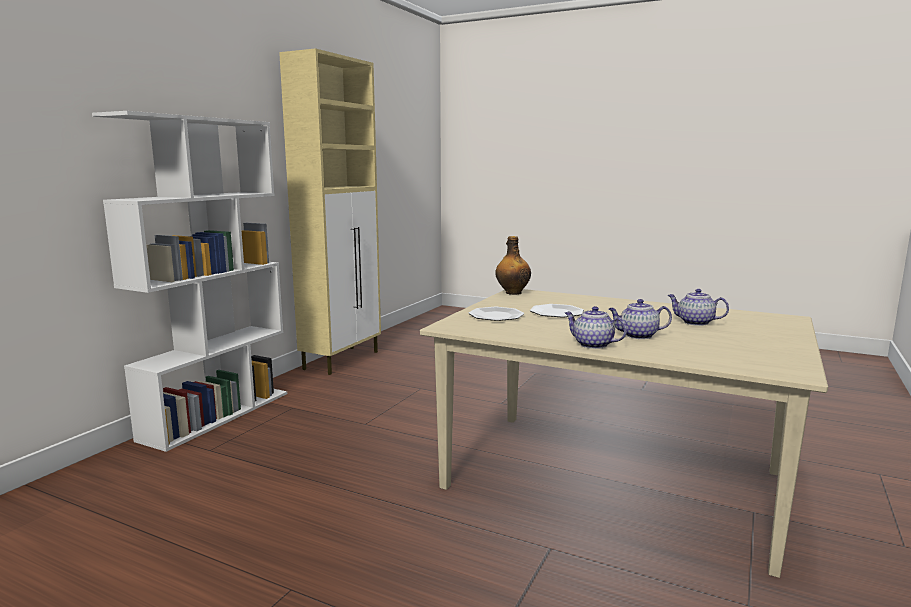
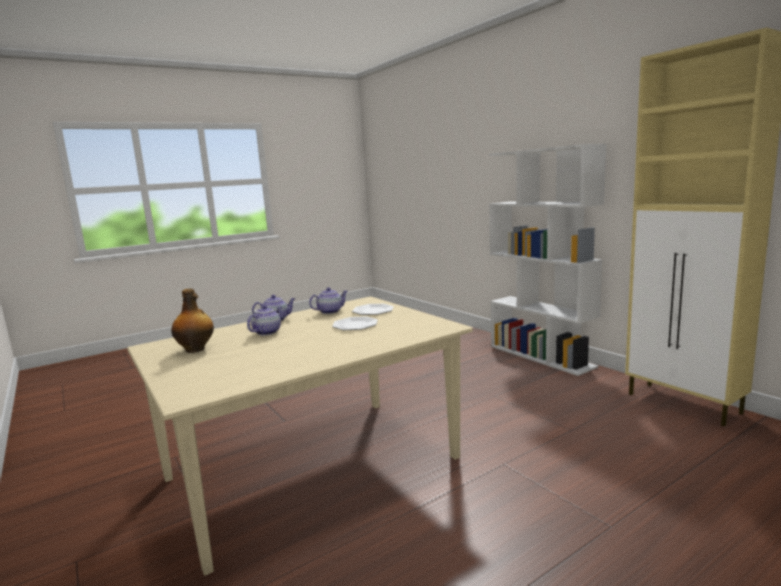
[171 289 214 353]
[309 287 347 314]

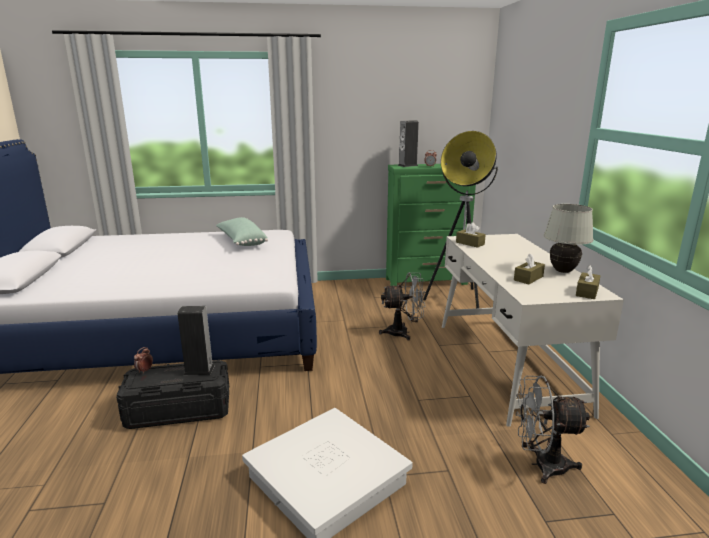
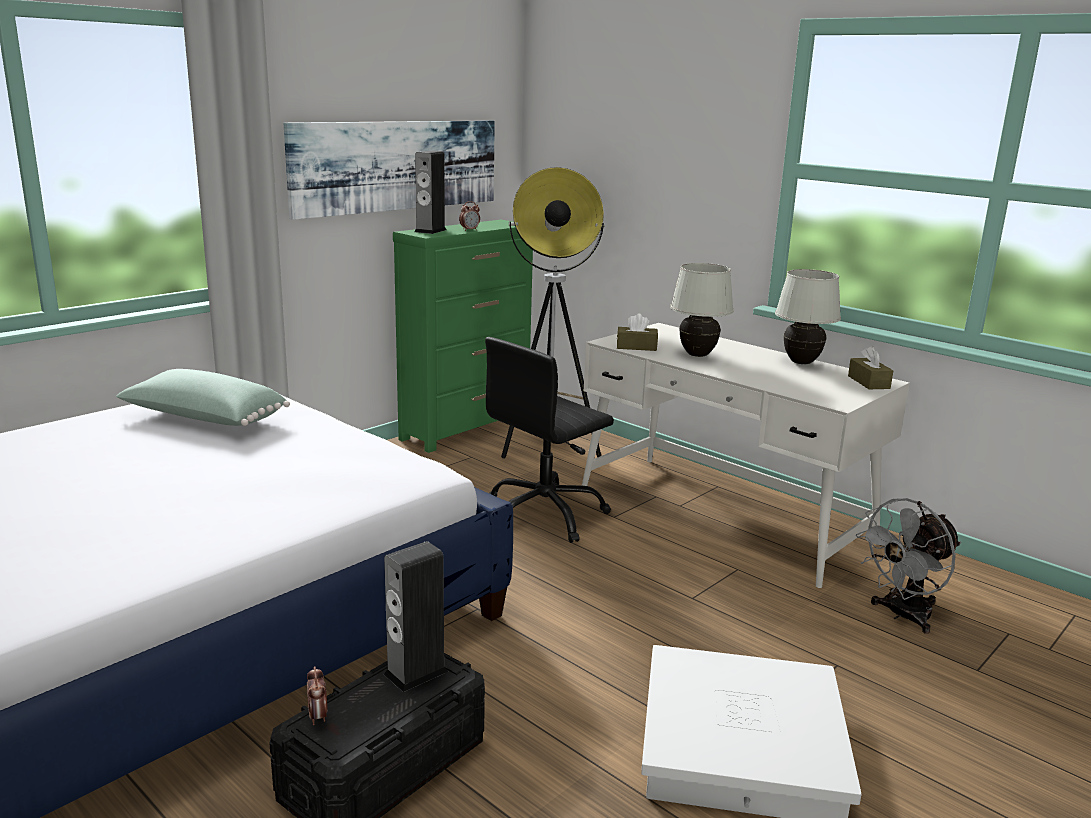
[514 253 545 284] (first image)
[485 337 614 543]
[283 120 495 220]
[670 263 734 357]

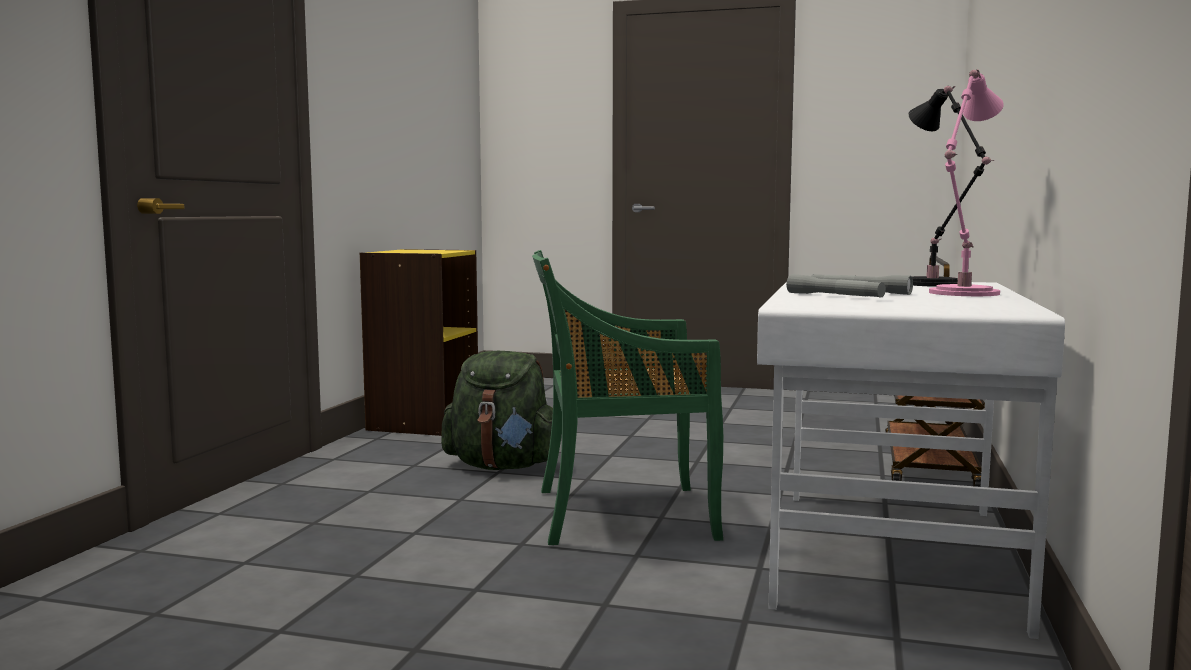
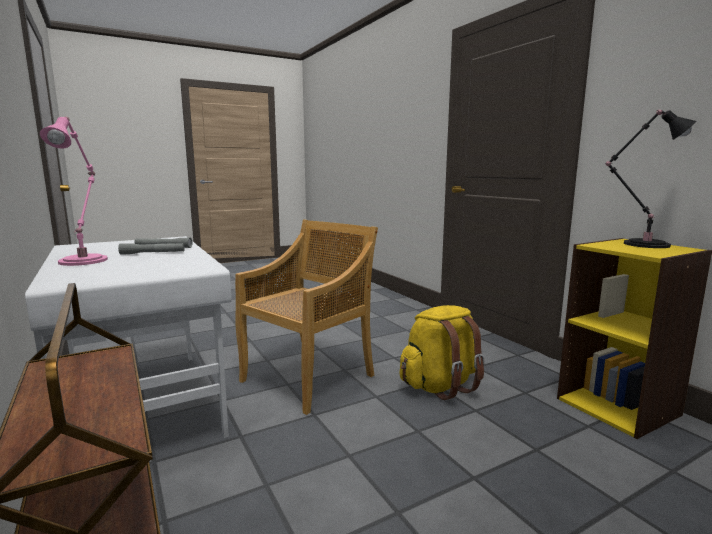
[605 110 697 248]
[235 219 378 415]
[399 305 485 400]

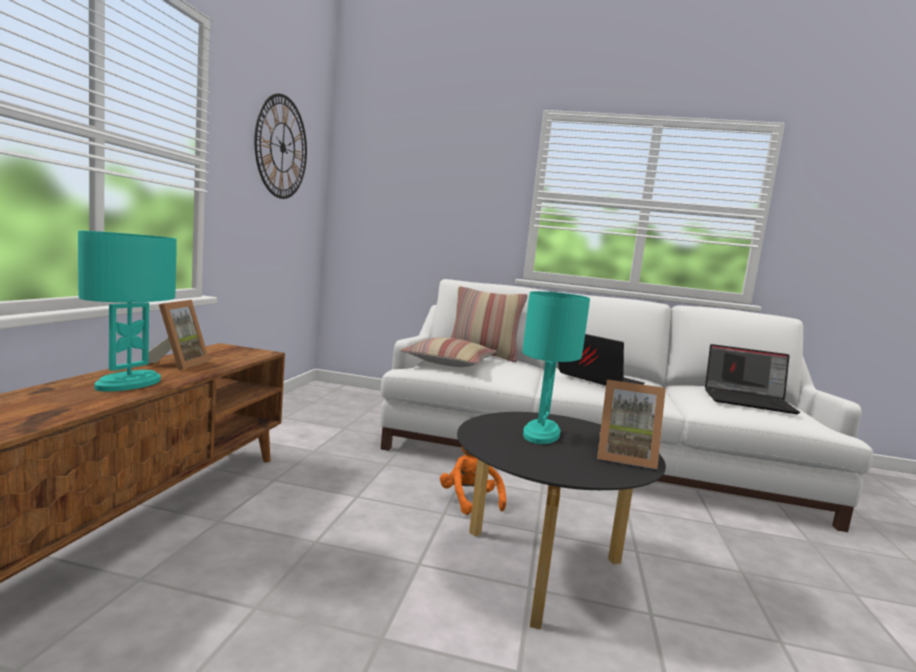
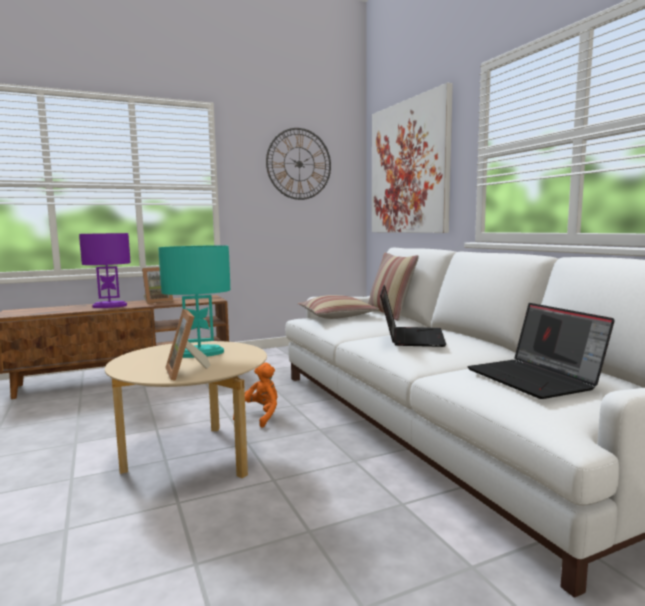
[79 233 130 308]
[105 341 267 478]
[372 83 453 233]

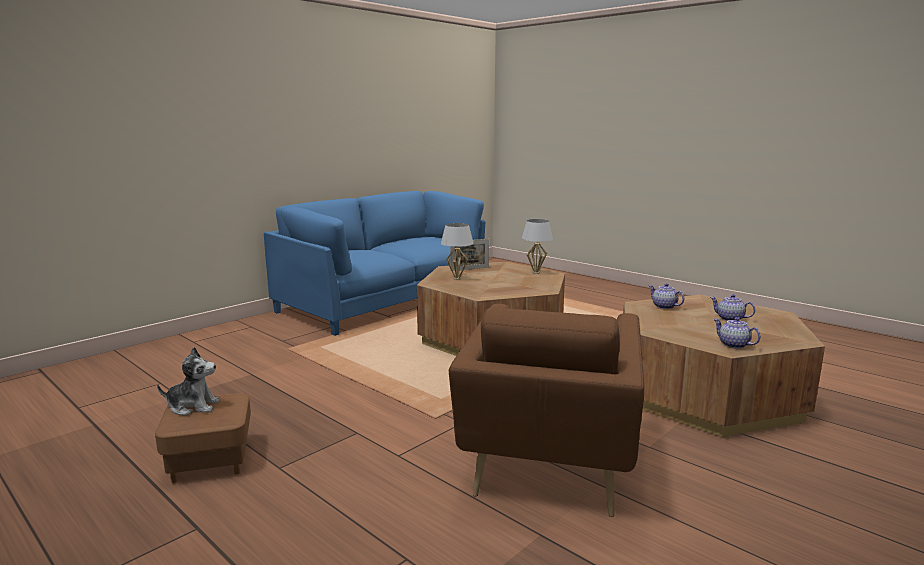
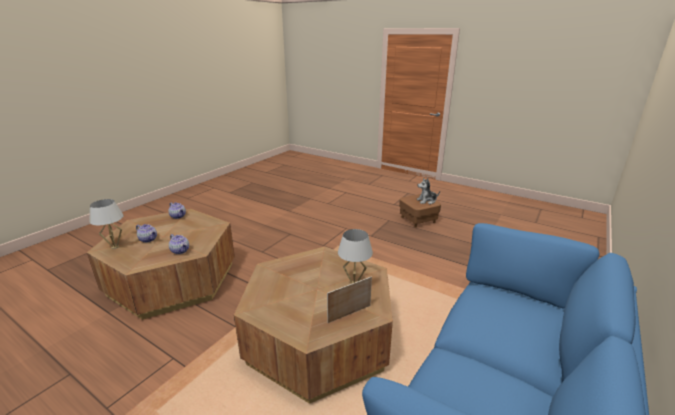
[90 199 124 249]
[449 304 644 517] (first image)

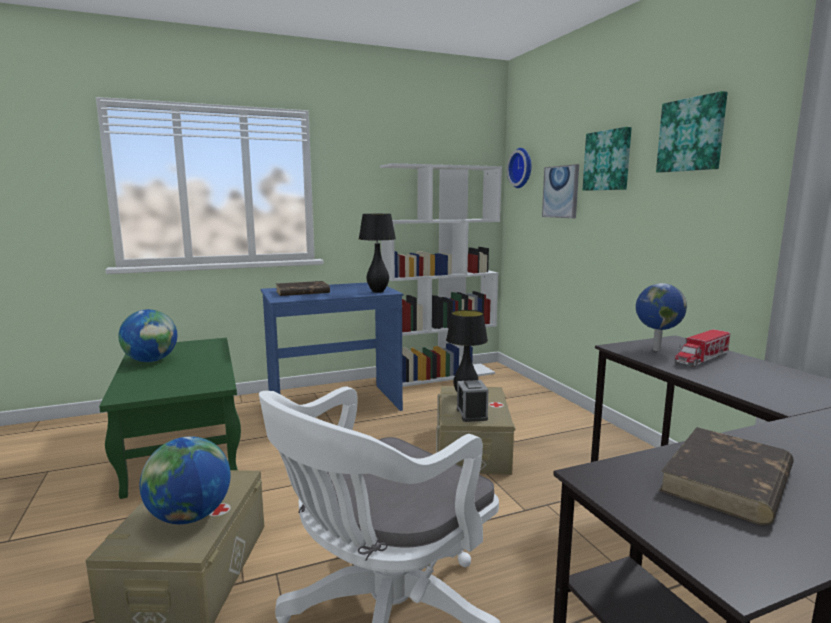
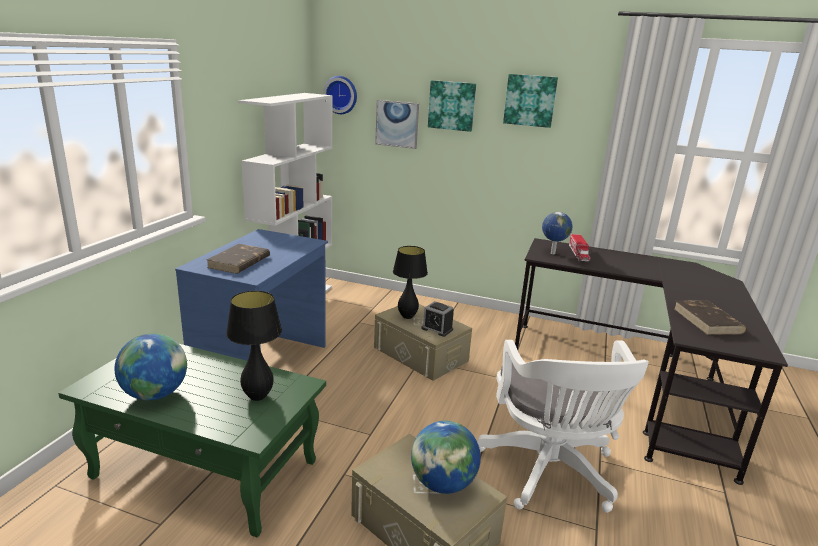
[226 291 282 401]

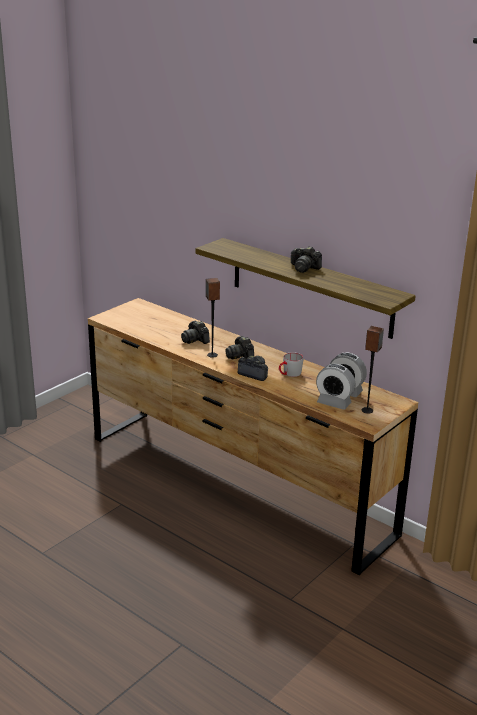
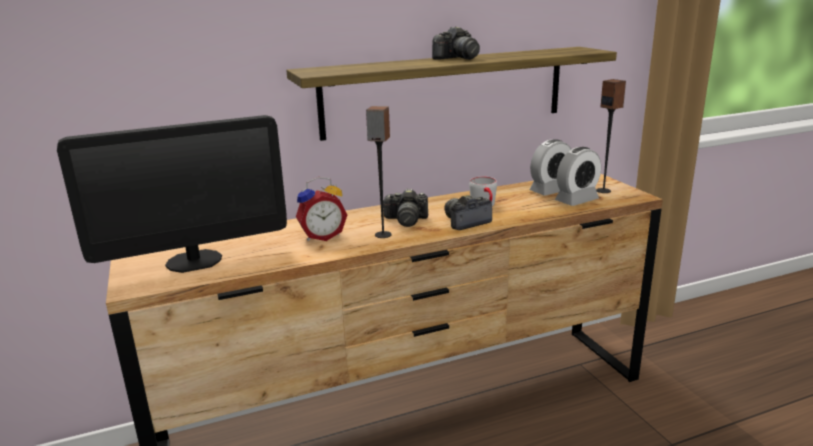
[296 177 347 241]
[57 115 287 273]

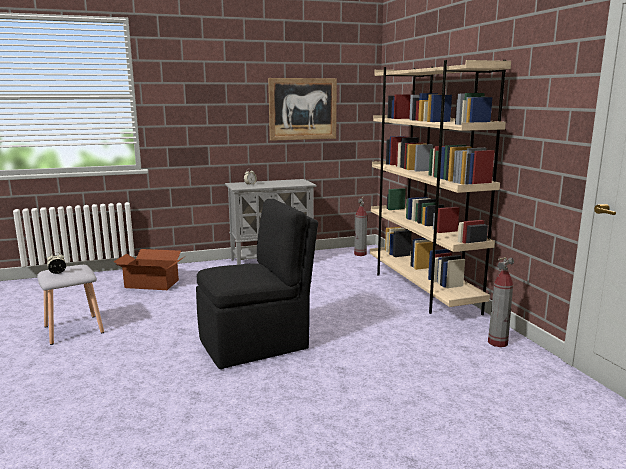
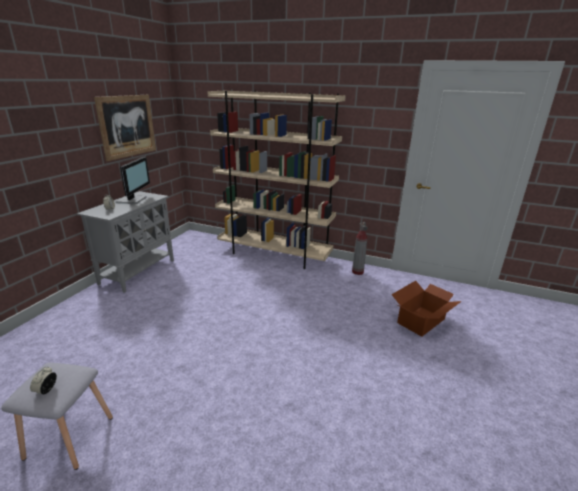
[354 197 367 256] (first image)
[196 199 318 369] (first image)
[391 281 462 337]
[115 157 150 204]

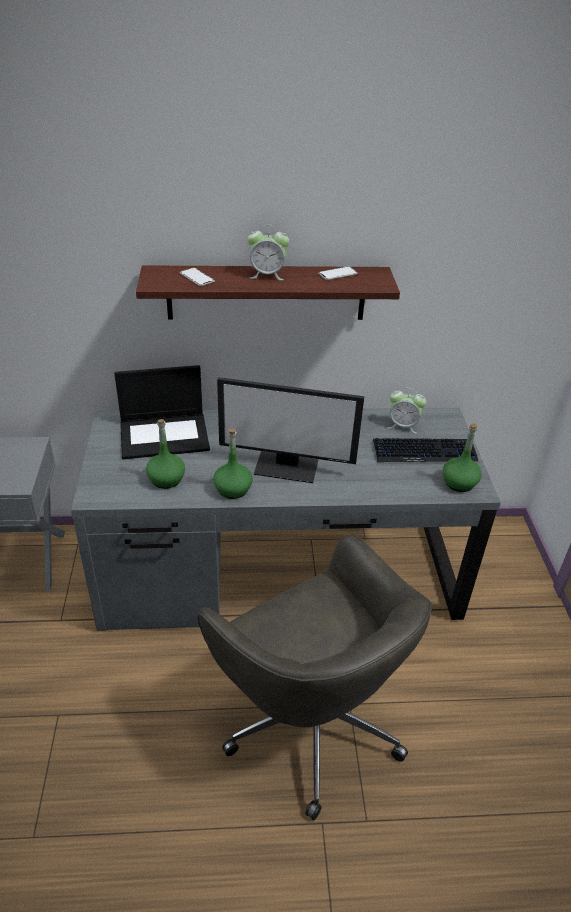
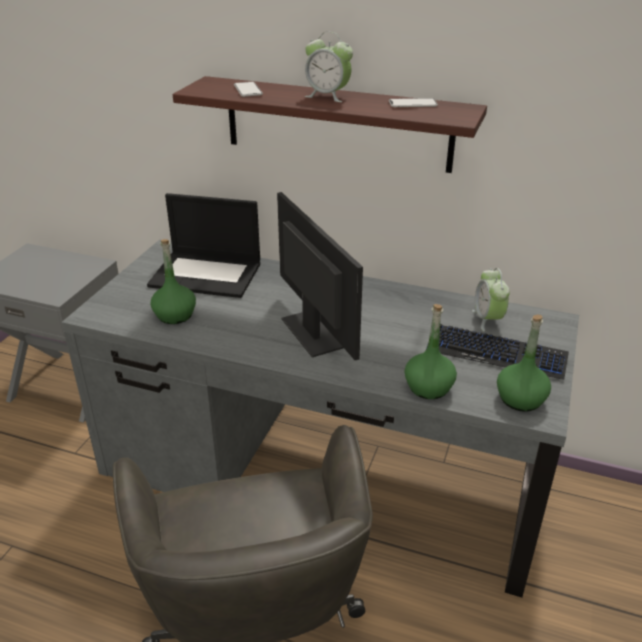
[277 192 363 360]
[472 268 510 331]
[404 304 457 399]

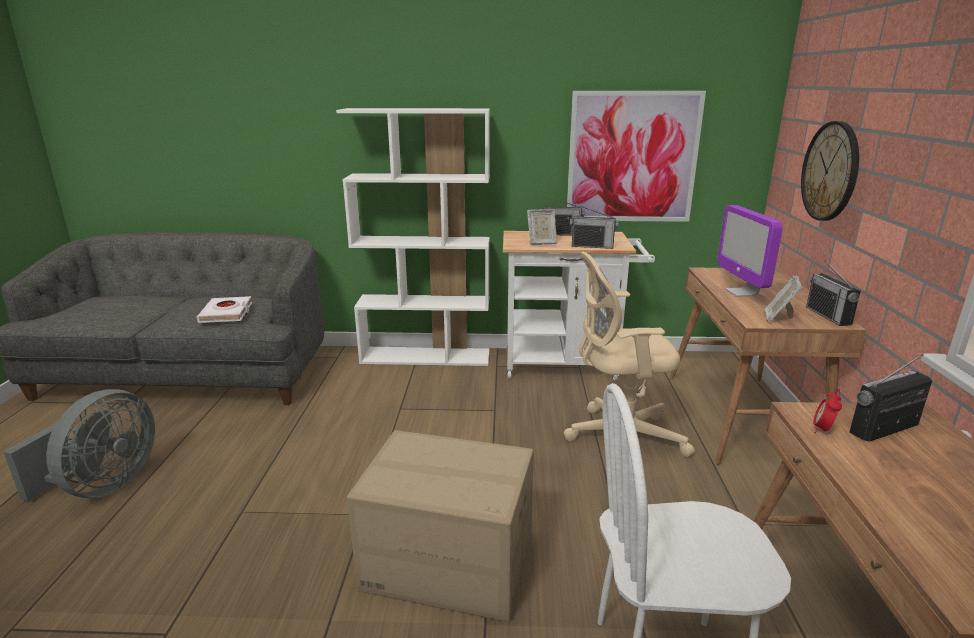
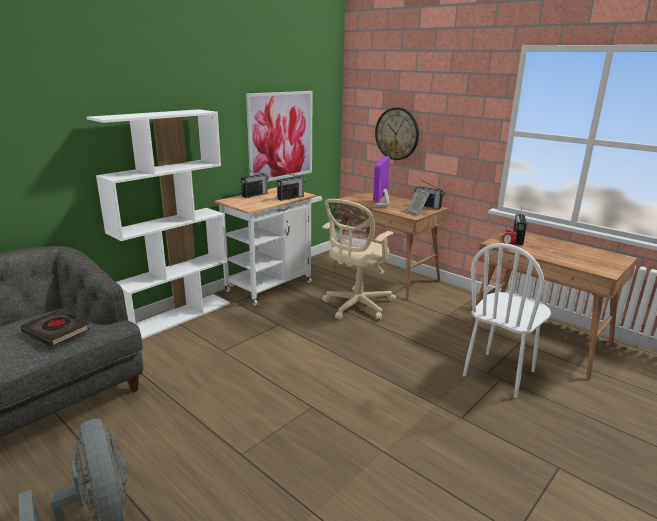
[373 157 390 208]
[527 209 557 245] (first image)
[21 310 90 347]
[347 430 534 622] (first image)

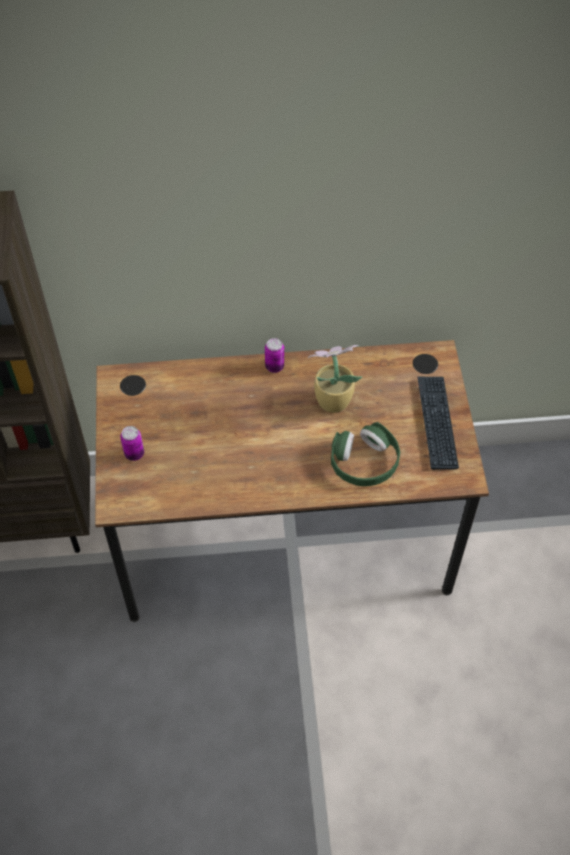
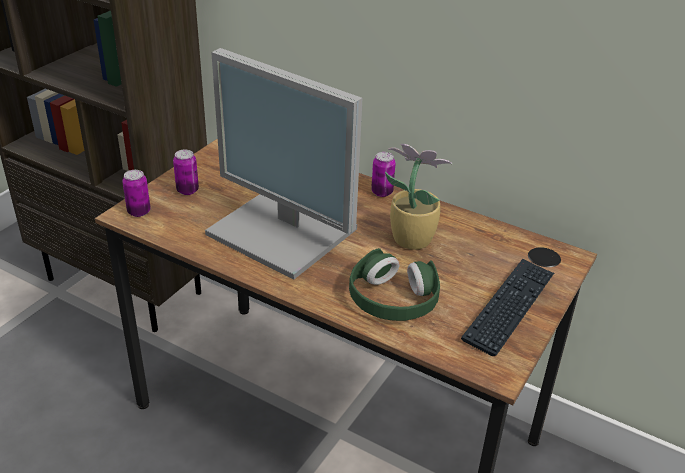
[205 48 362 280]
[122 170 151 217]

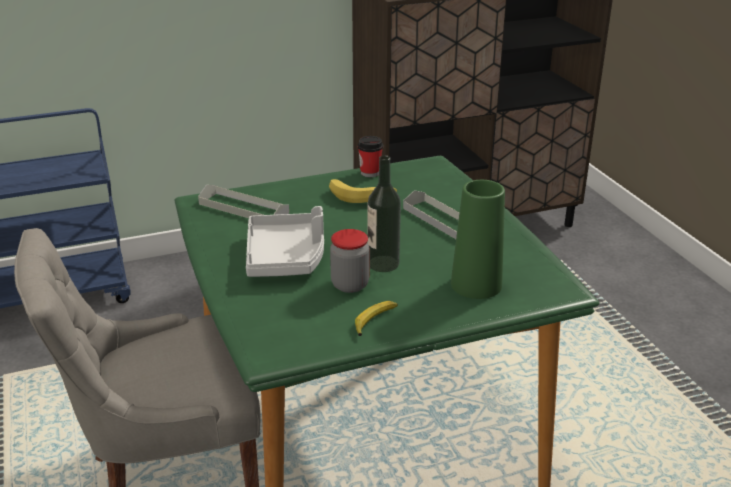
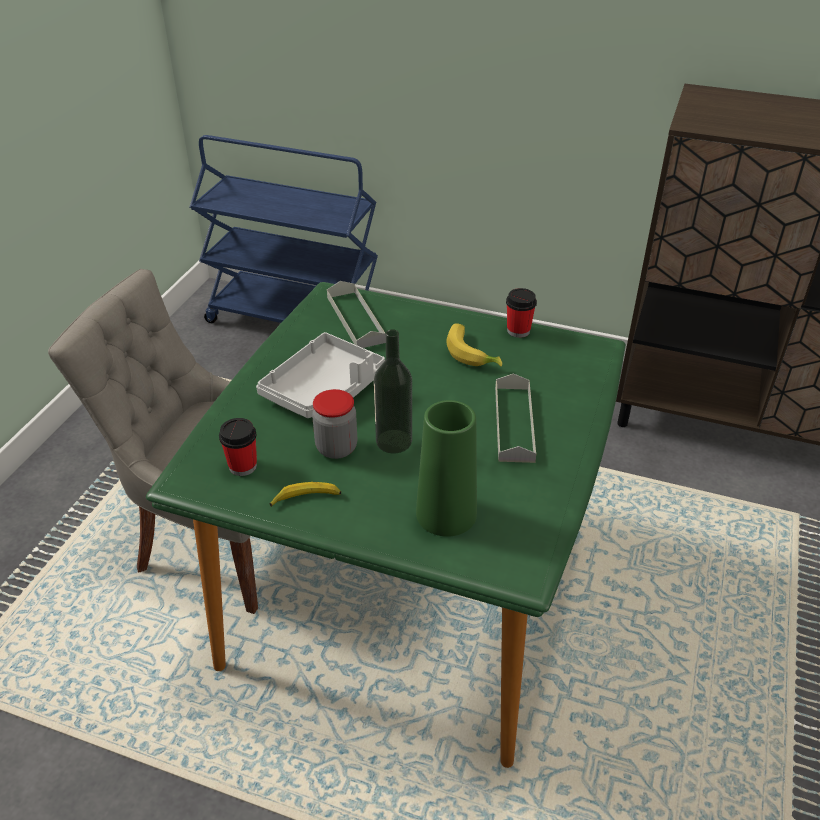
[219 418 257 476]

